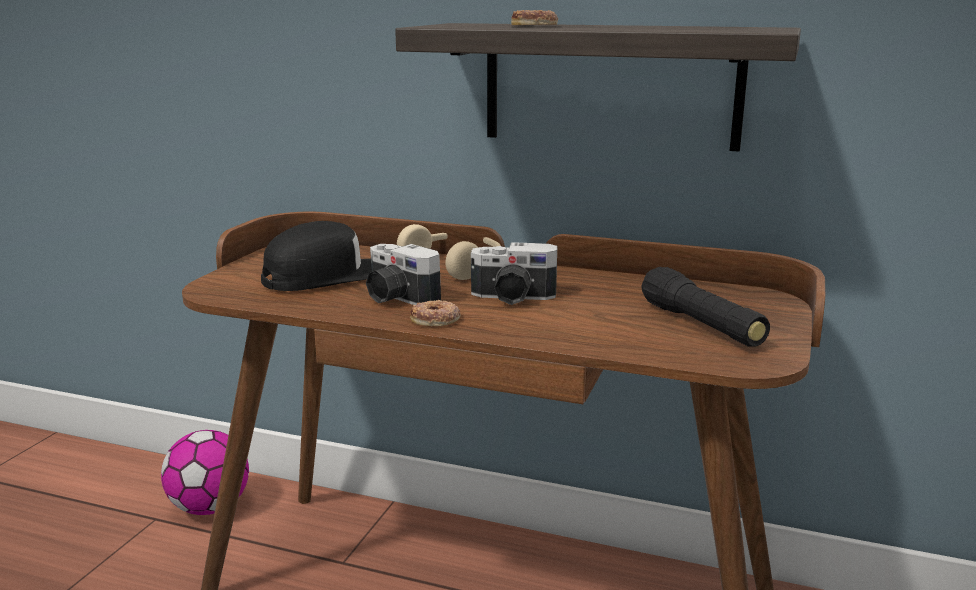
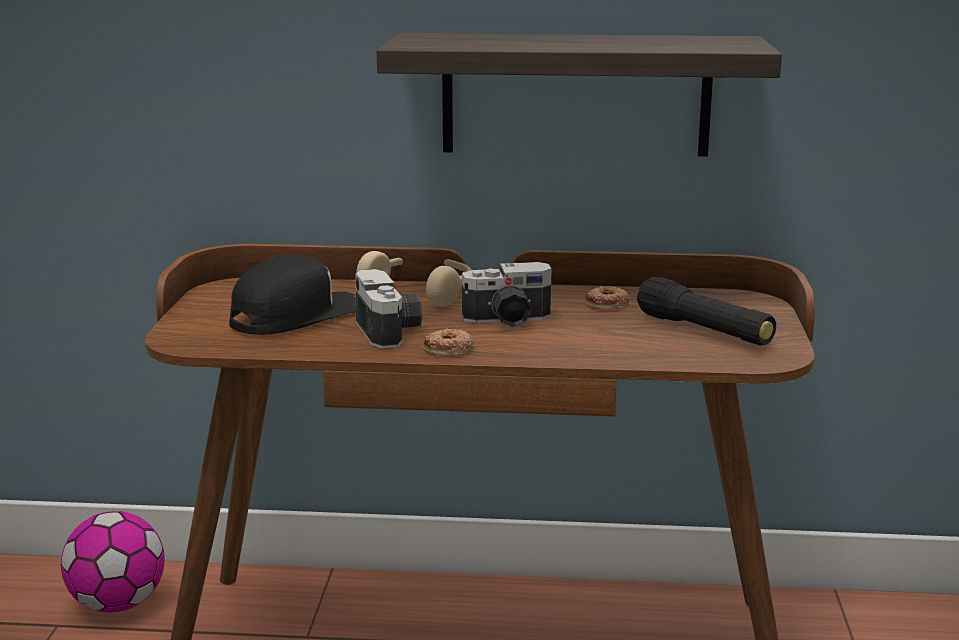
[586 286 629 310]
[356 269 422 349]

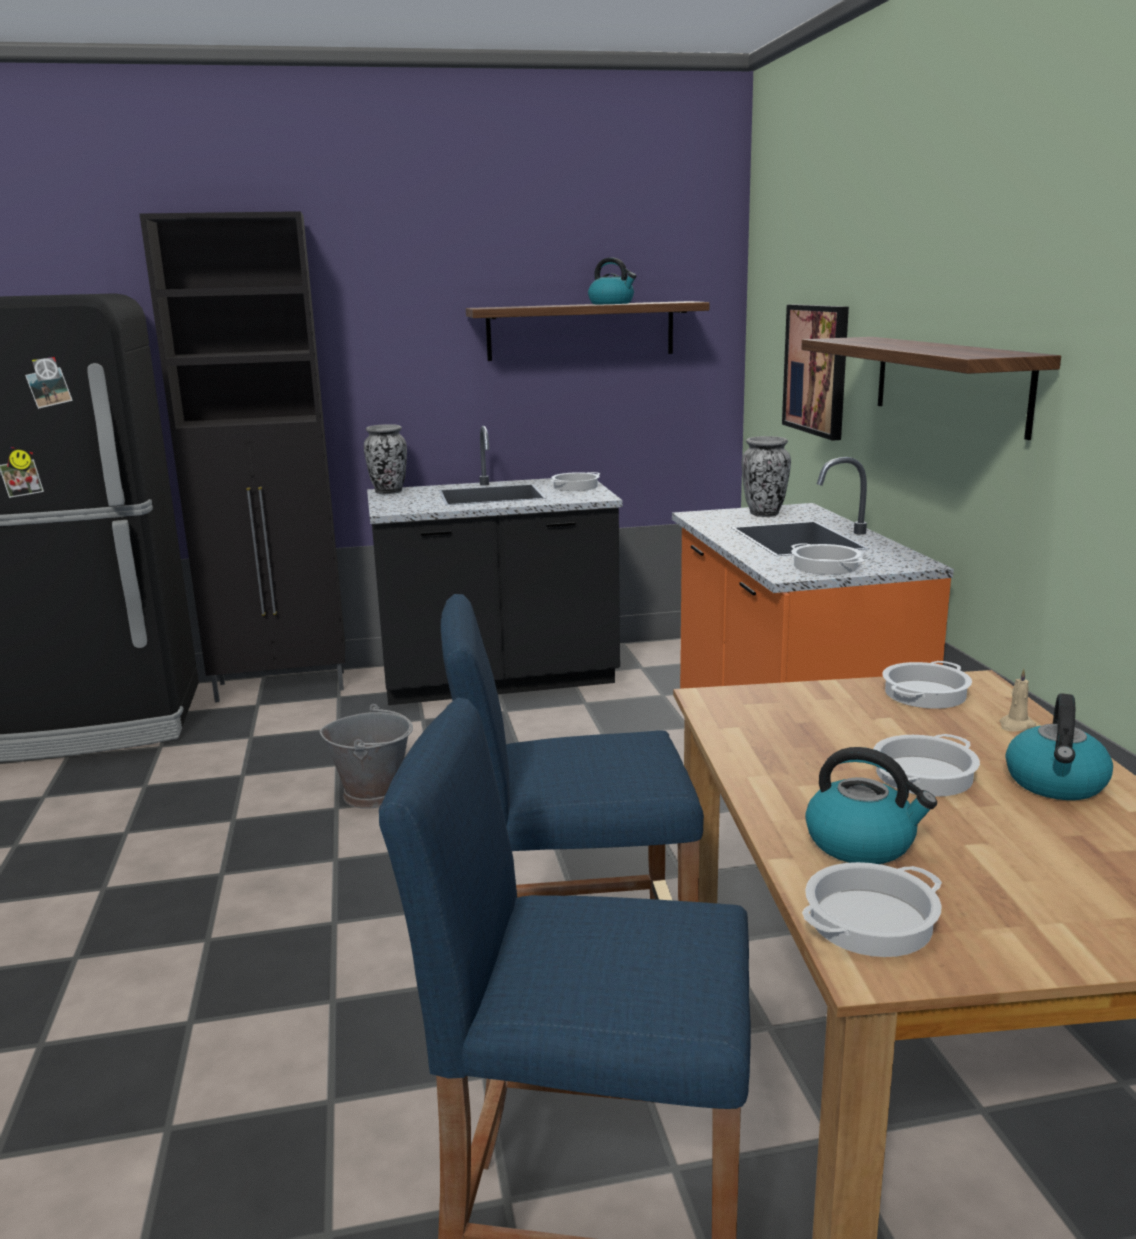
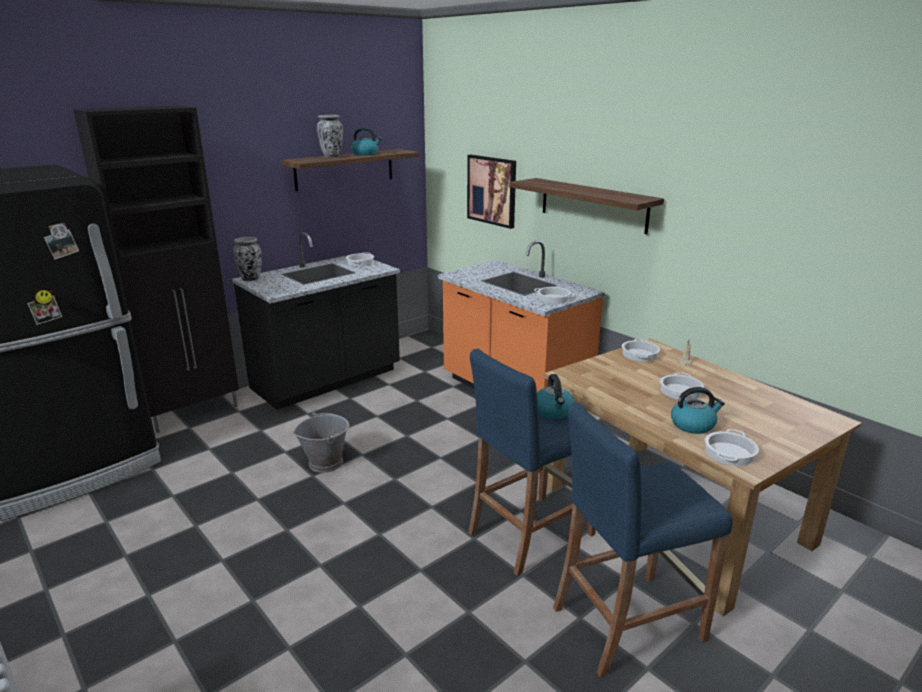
[317 115 343 158]
[537 374 575 419]

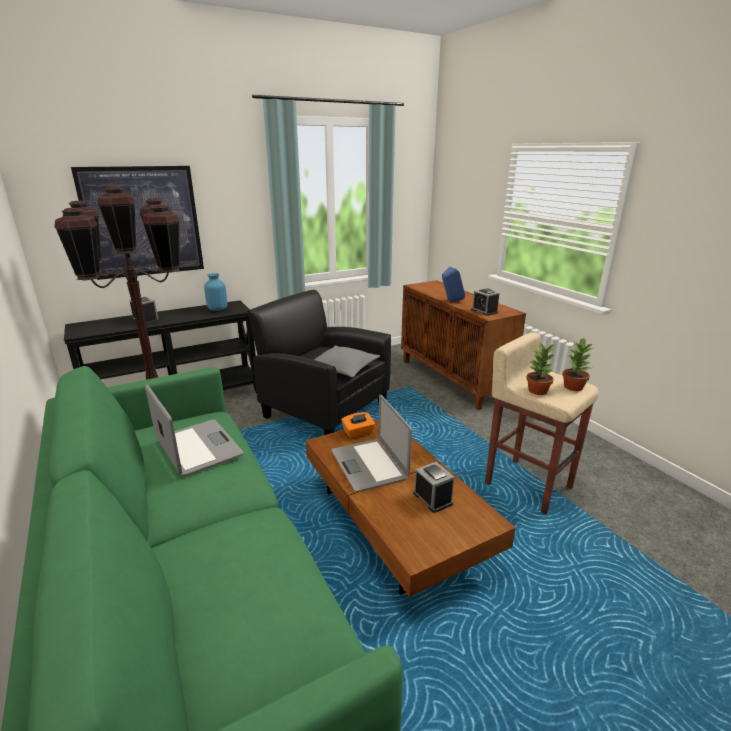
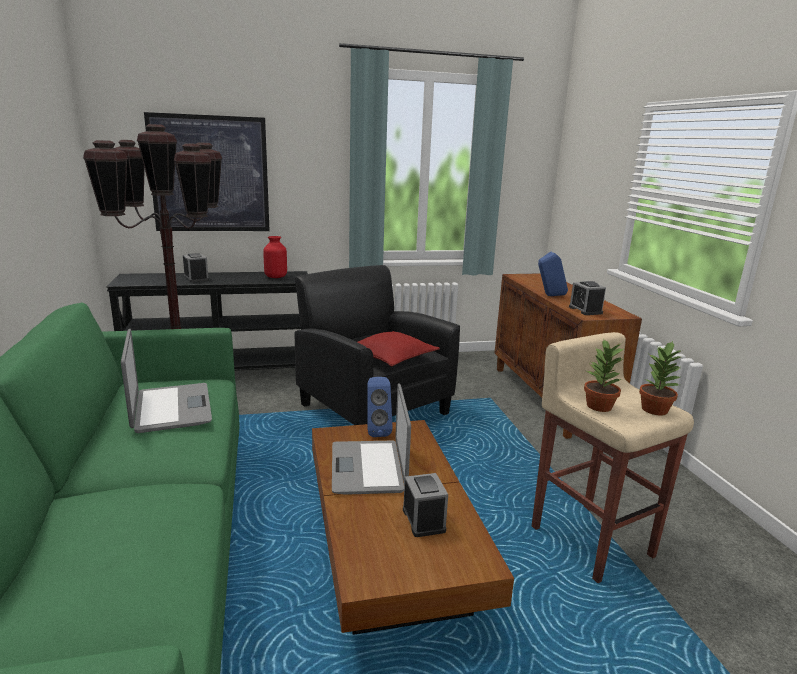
[263 236 287 278]
[358 331 440 366]
[367 377 393 437]

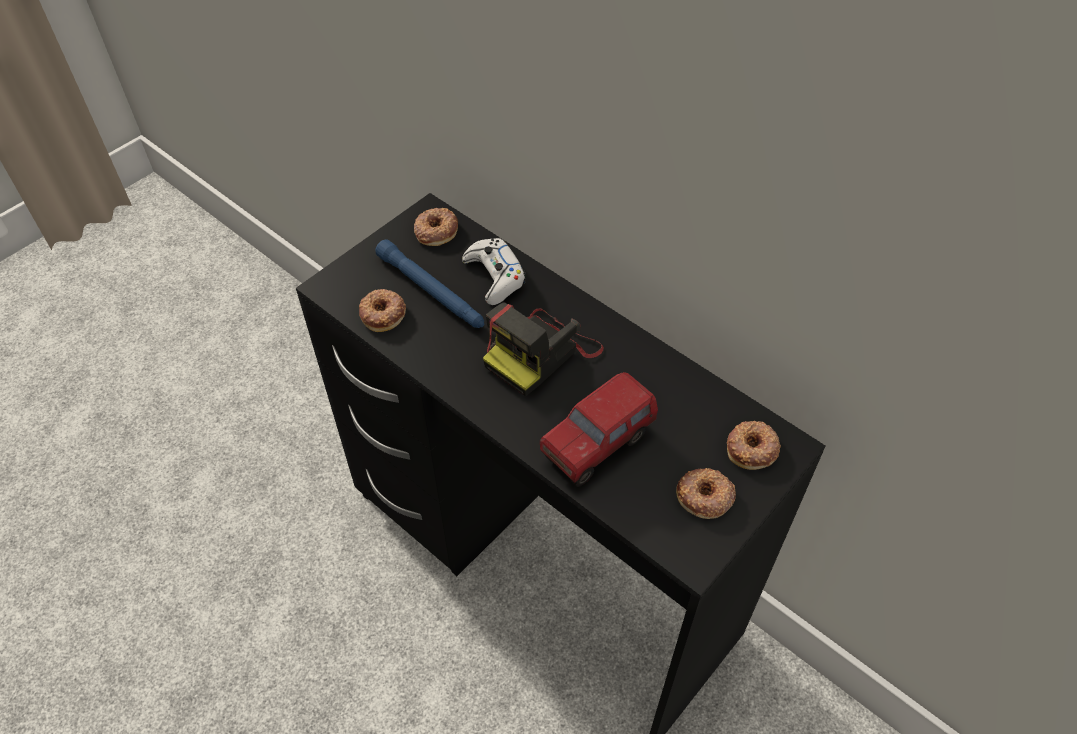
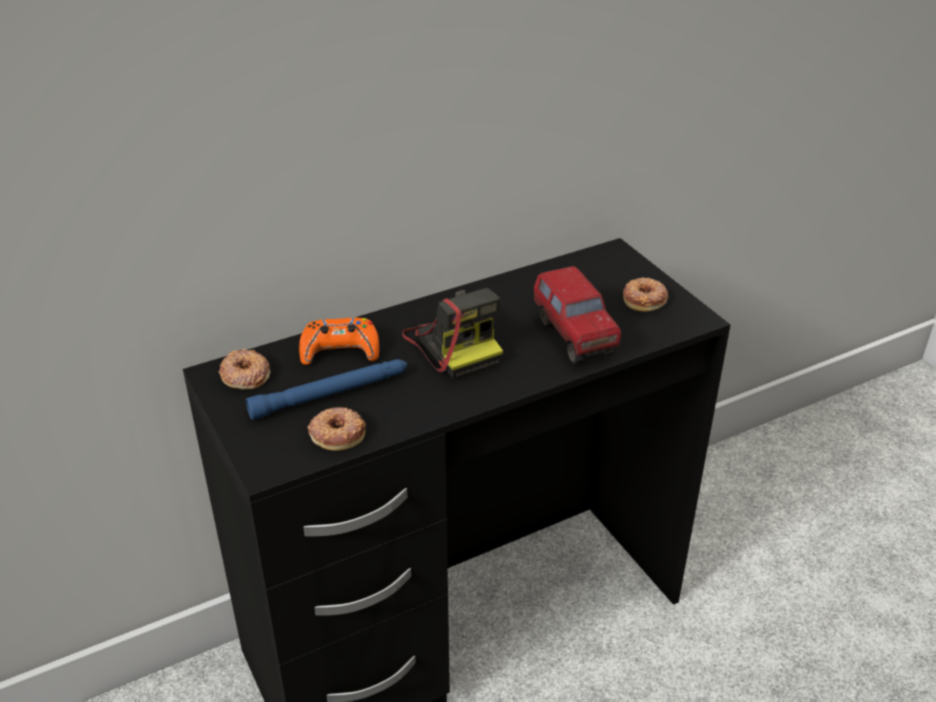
[299 317 379 365]
[727 421 781 470] (first image)

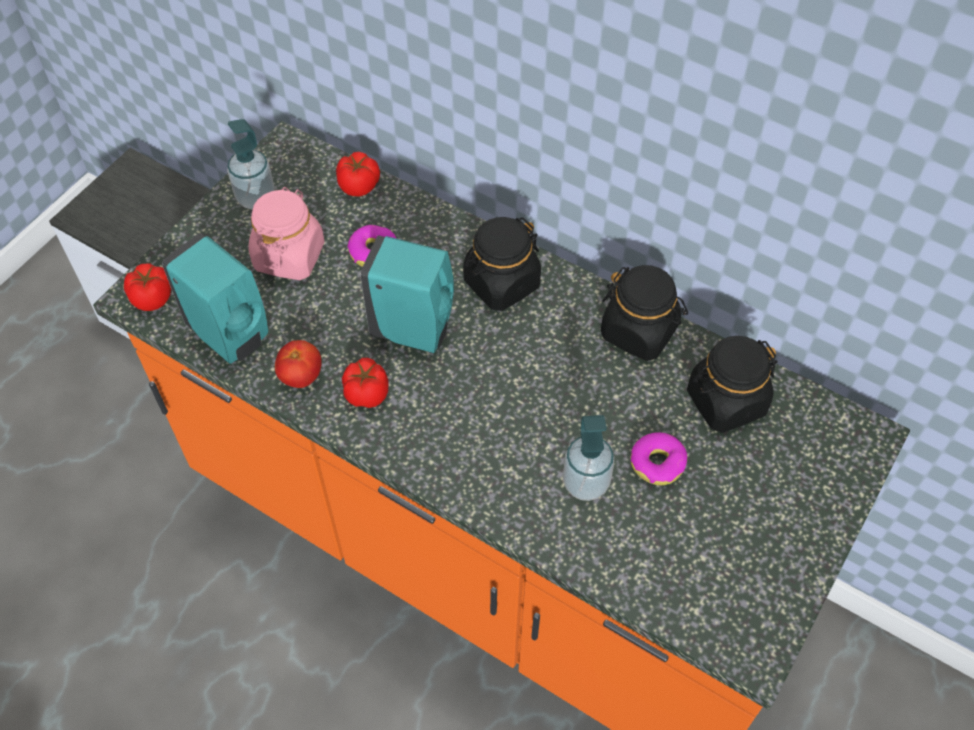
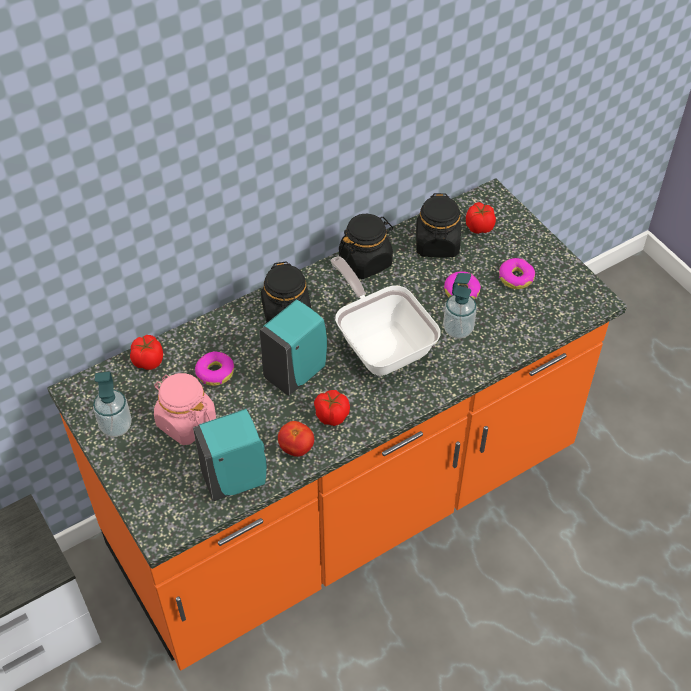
[466 202 496 234]
[330 257 441 376]
[499 258 535 289]

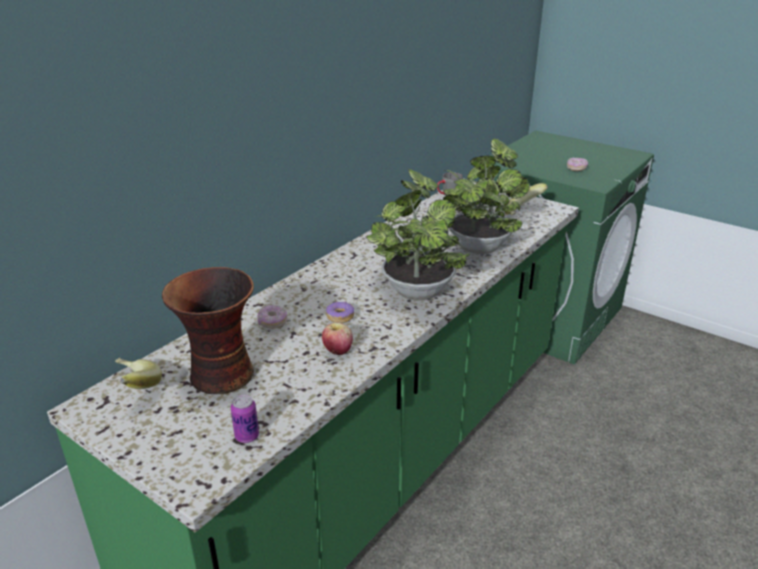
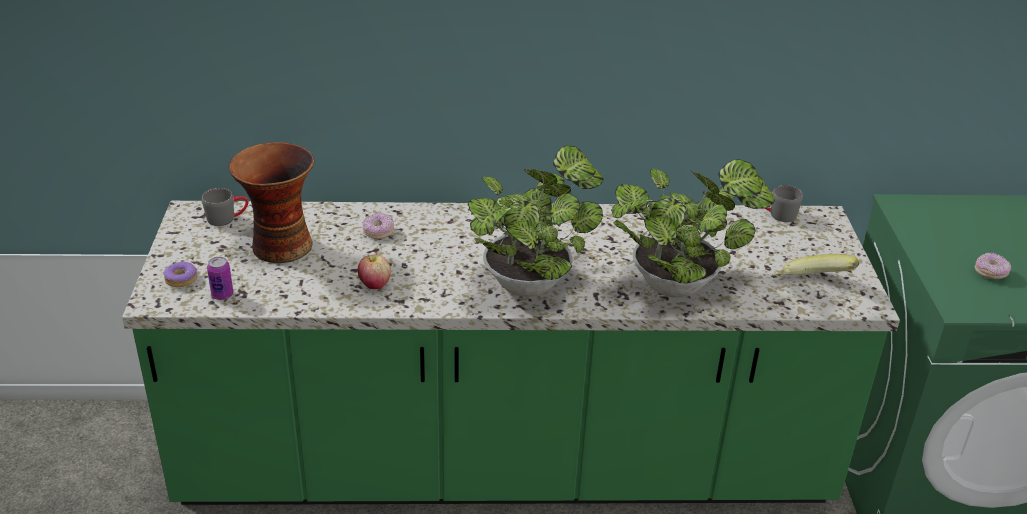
[164 262 197 287]
[202 188 249 226]

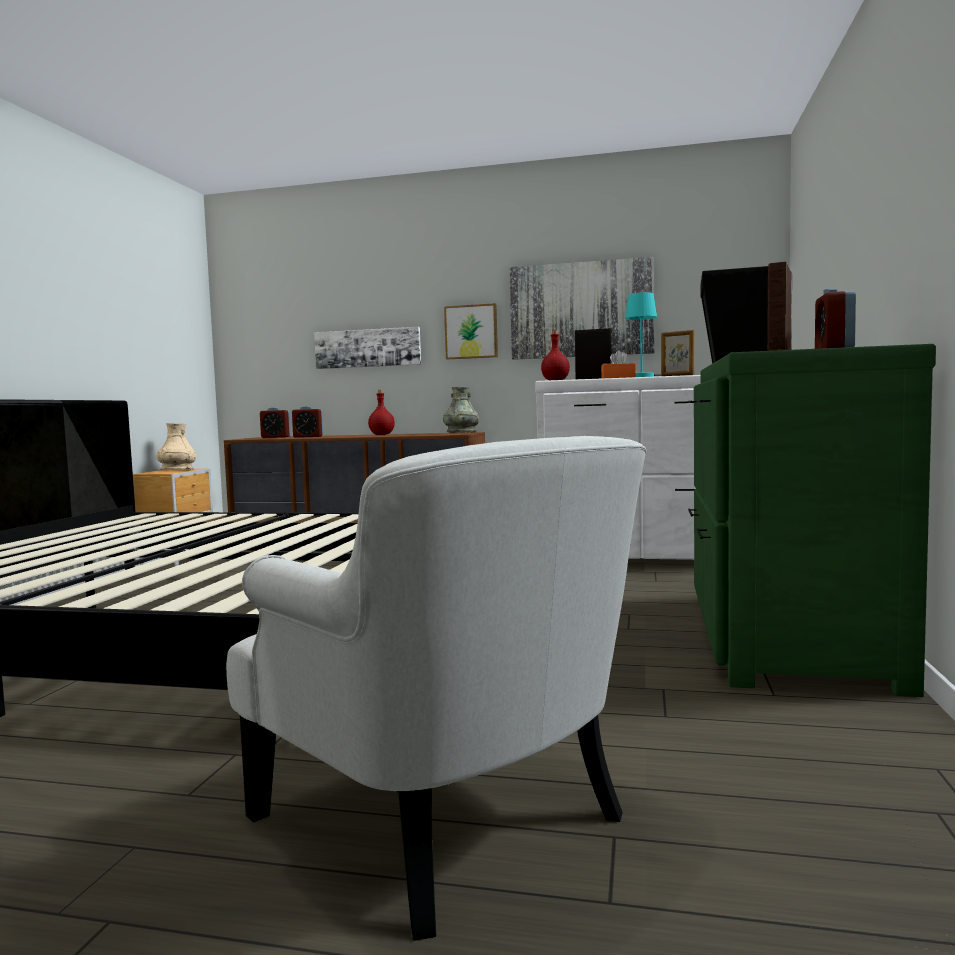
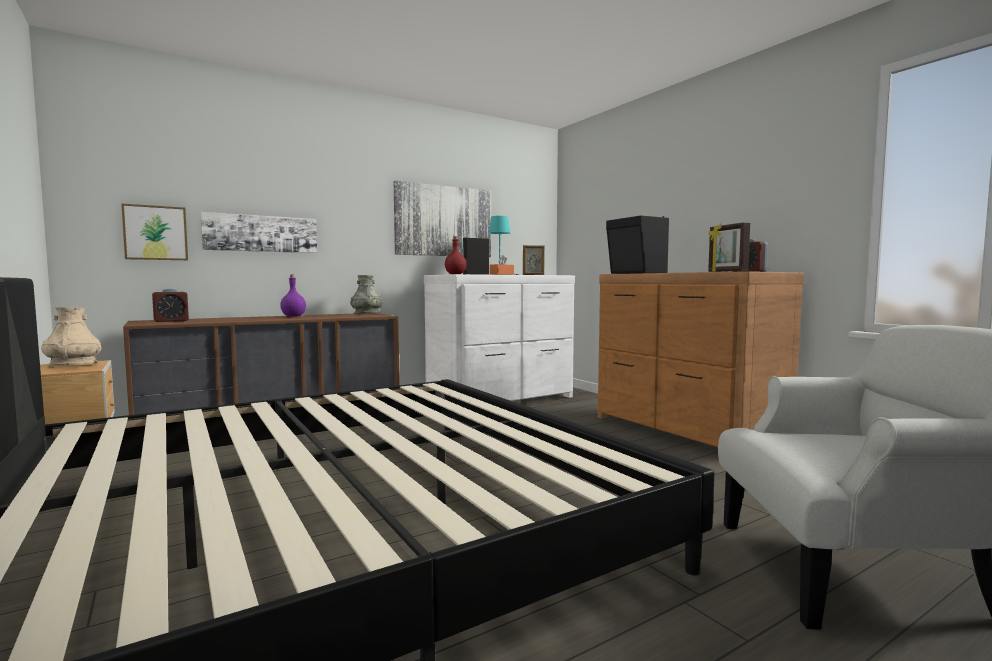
[121 203 188 260]
[598 271 804 447]
[280 275 306 317]
[292 406 323 438] (first image)

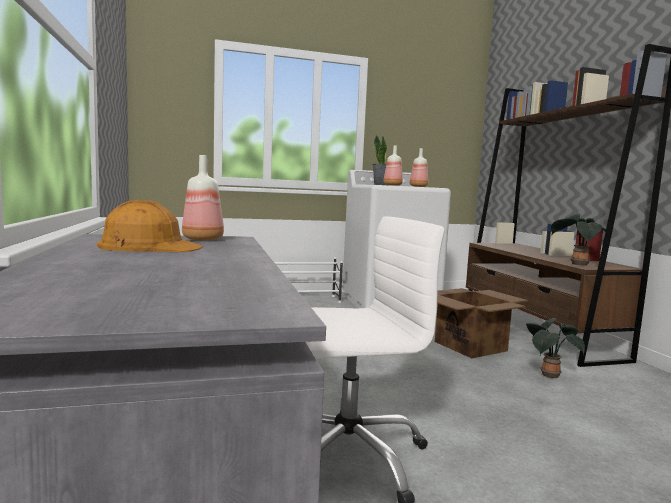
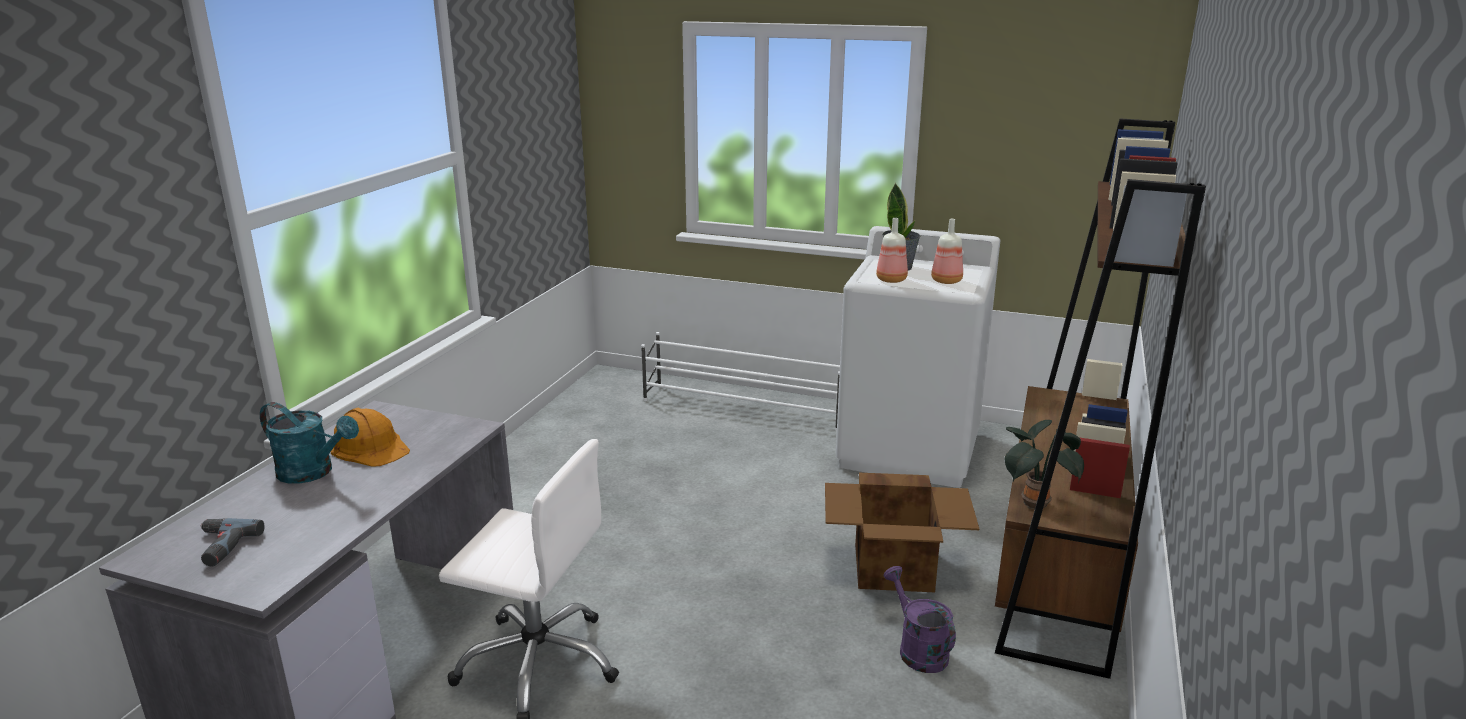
[182 155 224 241] (first image)
[884 566 956 673]
[260 402 359 484]
[200 518 265 567]

